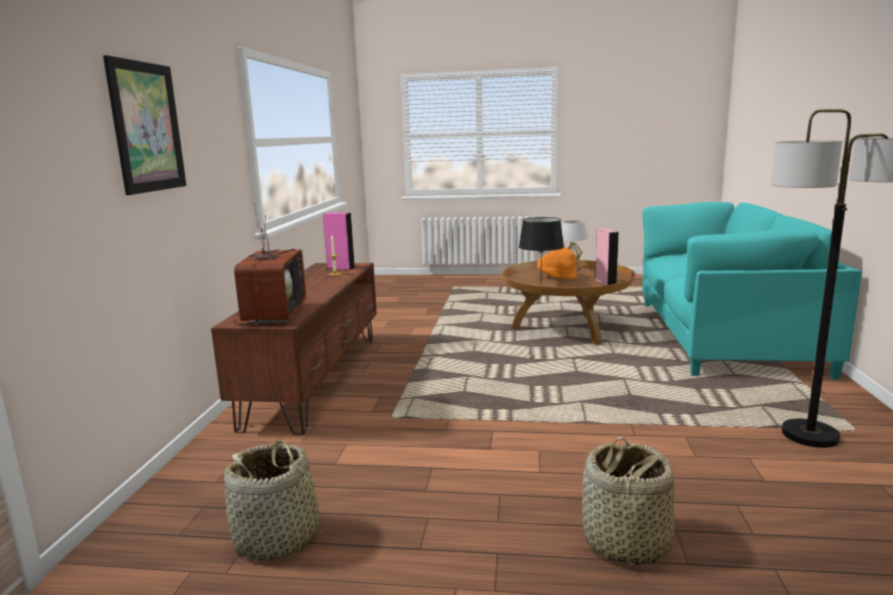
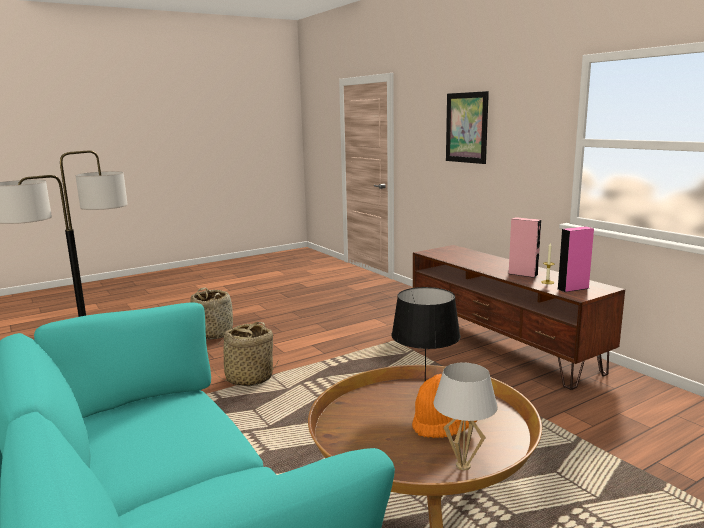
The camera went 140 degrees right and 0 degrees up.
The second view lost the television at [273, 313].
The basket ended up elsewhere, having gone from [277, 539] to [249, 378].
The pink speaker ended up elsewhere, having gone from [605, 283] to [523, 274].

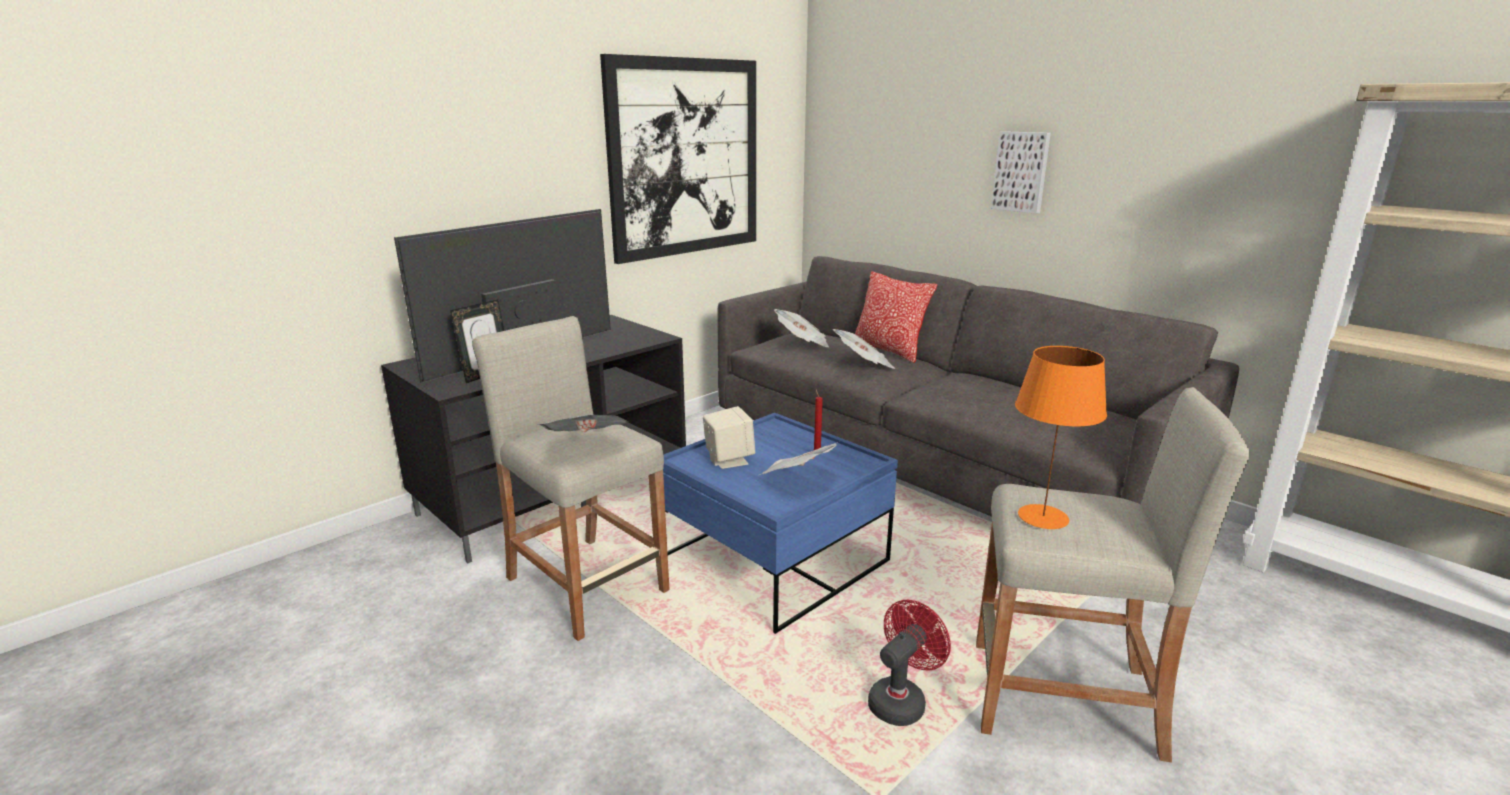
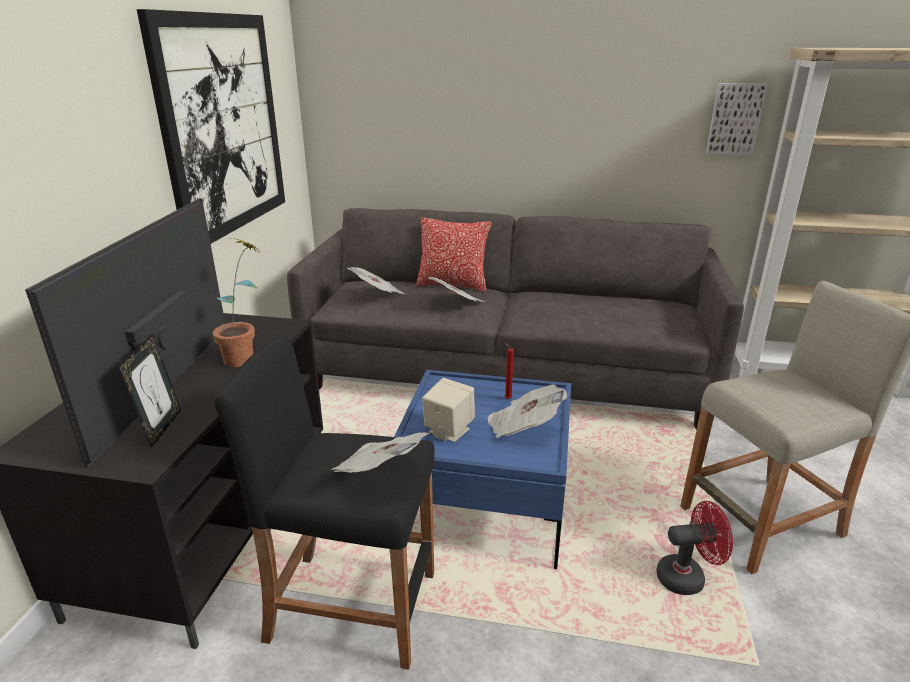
The camera went 35 degrees left and 5 degrees up.
The second view lost the orange table lamp at [1042, 516].
The second view gained the potted plant at [247, 357].
The picture ended up elsewhere, having gone from [1021, 171] to [735, 119].
What was the beige stool at [586, 585] turned into the black stool at [352, 606].
The red fan at [901, 700] ended up facing another way, 75 degrees clockwise from before.

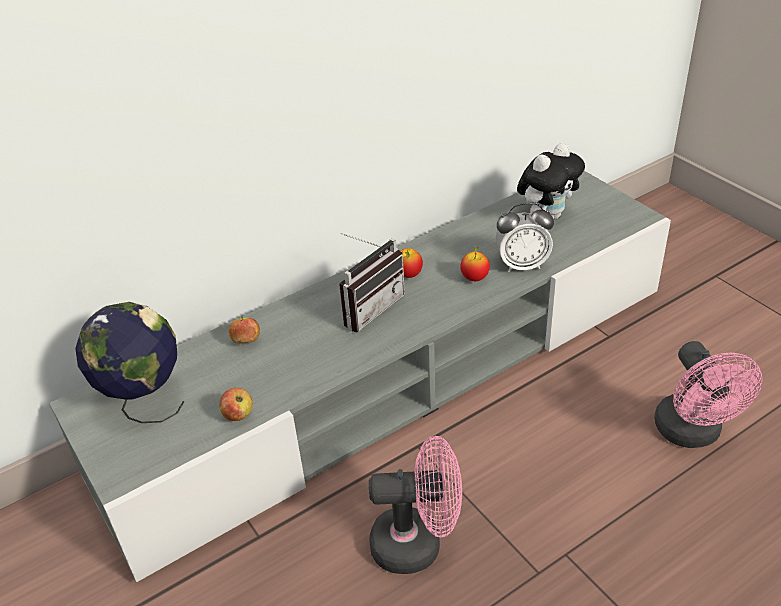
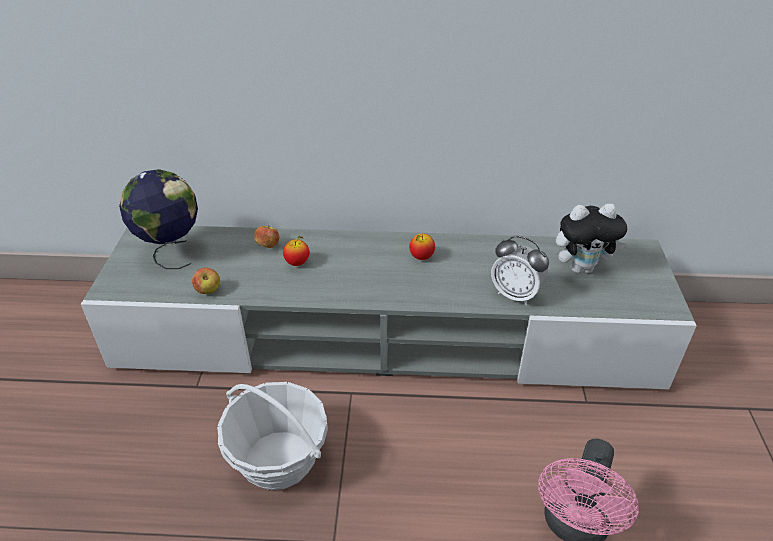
The camera went 35 degrees right and 0 degrees up.
The second view lost the radio at [368, 307].
The apple ended up elsewhere, having gone from [474, 278] to [297, 263].
Where the pink fan stood at [418, 543], the basket came to stand at [279, 460].

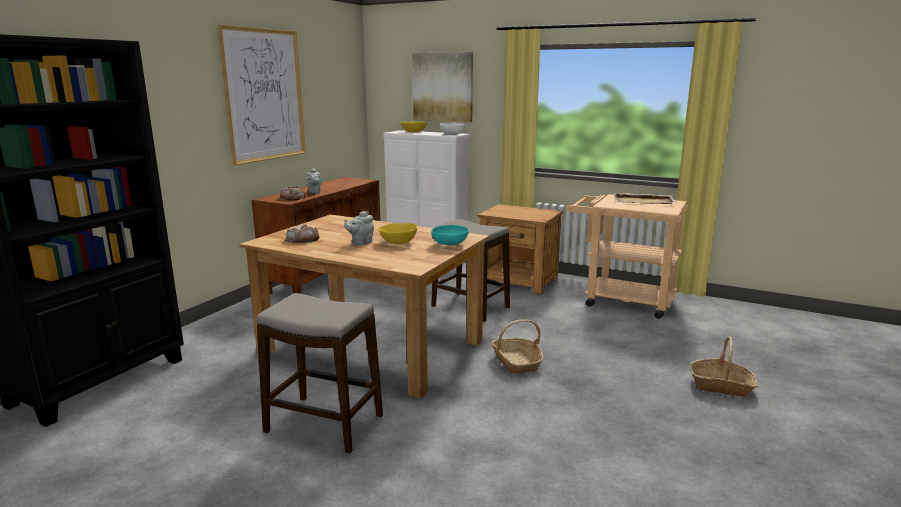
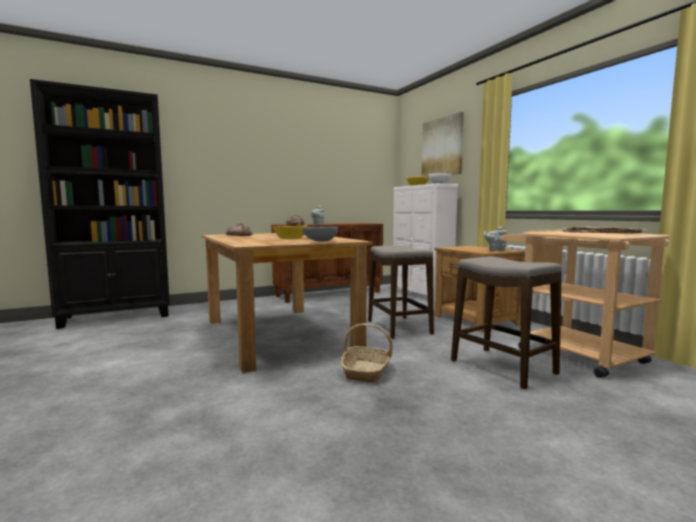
The camera went 35 degrees right and 10 degrees down.
The second view lost the picture at [264, 95].
The second view lost the basket at [721, 386].
The stool ended up elsewhere, having gone from [324, 424] to [502, 367].
The grey teapot ended up elsewhere, having gone from [361, 242] to [495, 250].
What was the turquoise bowl at [450, 245] turned into the grey bowl at [320, 241].

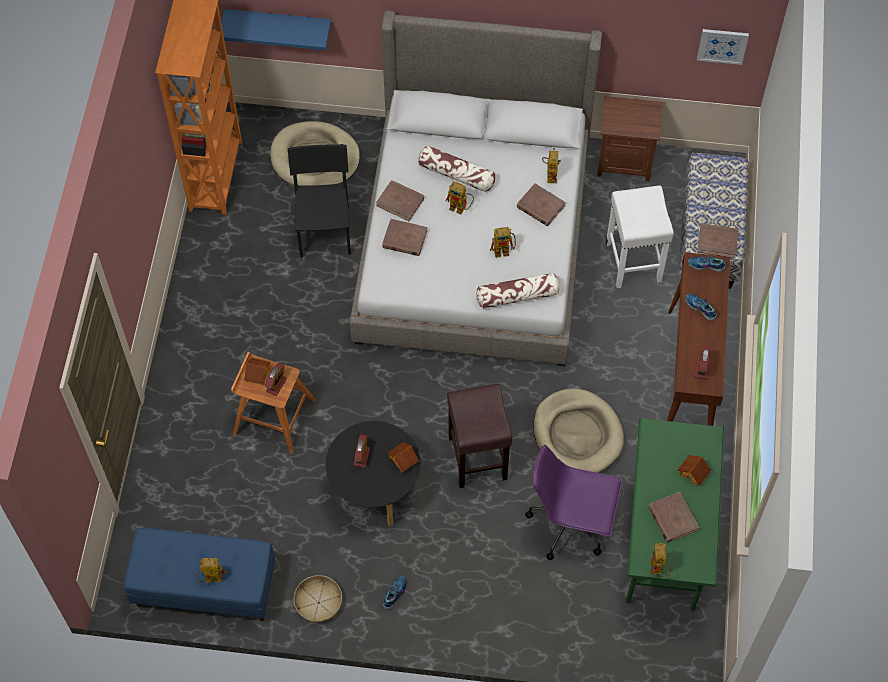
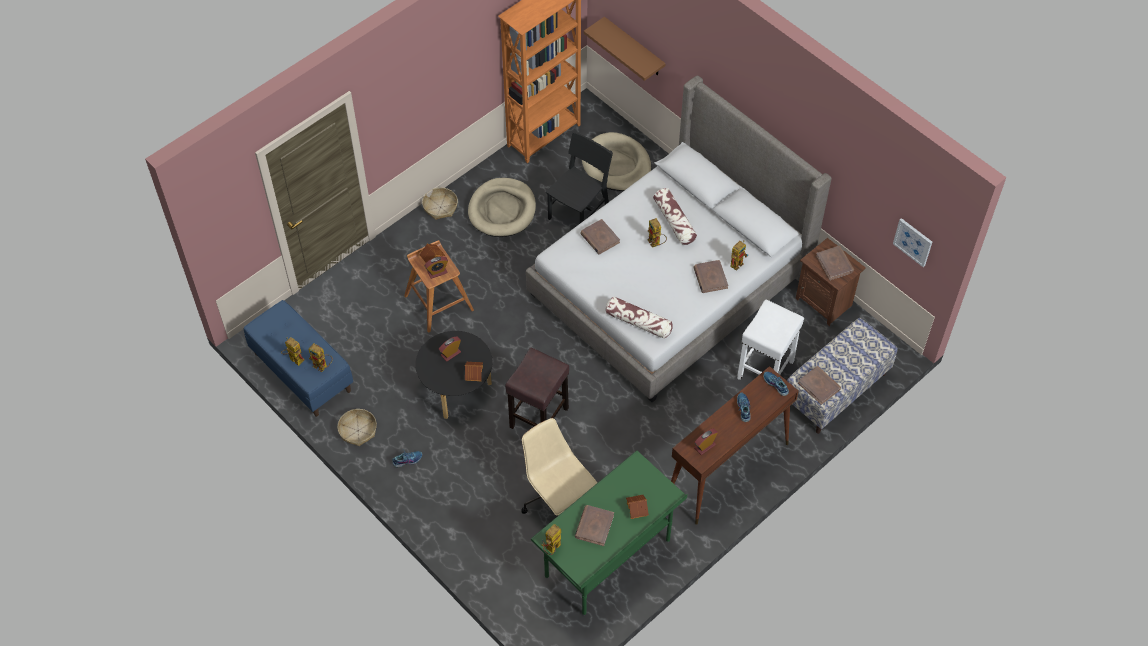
The camera went 40 degrees right and 5 degrees down.
The second view gained the basket at [440, 207].
The brown book ended up elsewhere, having gone from [400, 201] to [834, 264].
The toy robot ended up elsewhere, having gone from [504, 250] to [323, 366].
The beige dog bed ended up elsewhere, having gone from [577, 434] to [502, 210].
What was the blue shelf at [278, 23] turned into the brown shelf at [634, 48].
What was the purple office chair at [571, 524] turned into the beige office chair at [558, 502].

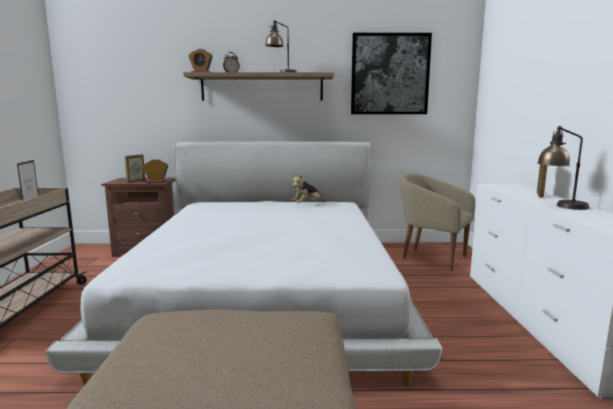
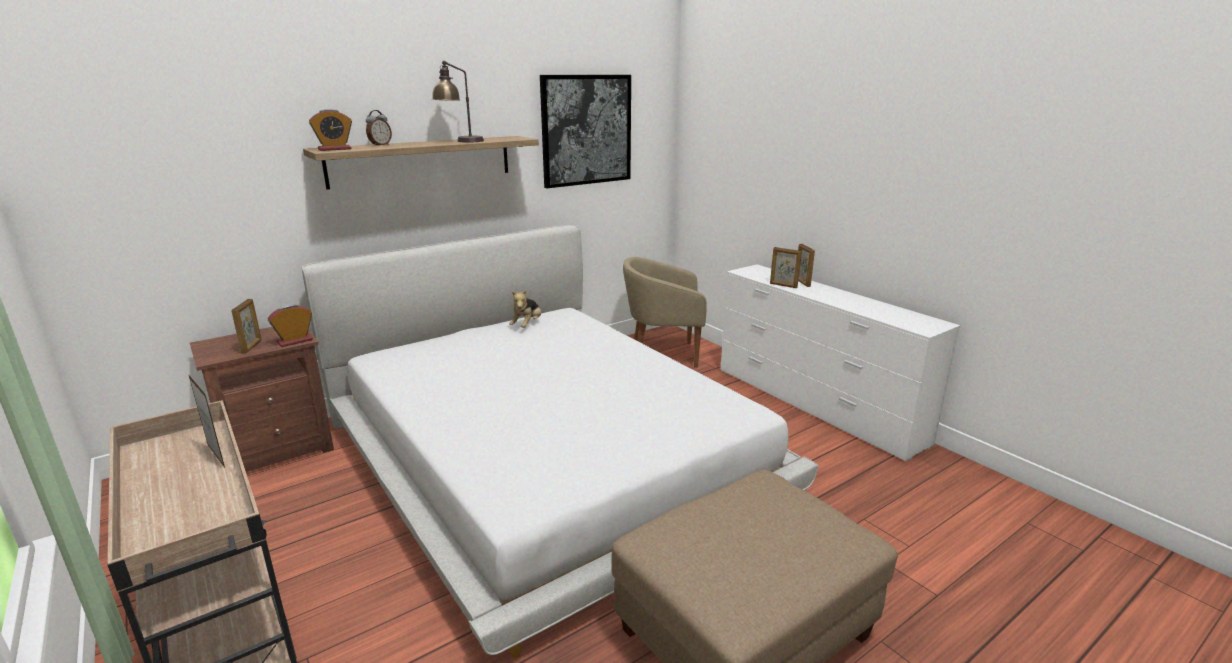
The camera went 35 degrees left and 10 degrees up.
The second view lost the table lamp at [560, 206].
The second view gained the picture frame at [783, 285].

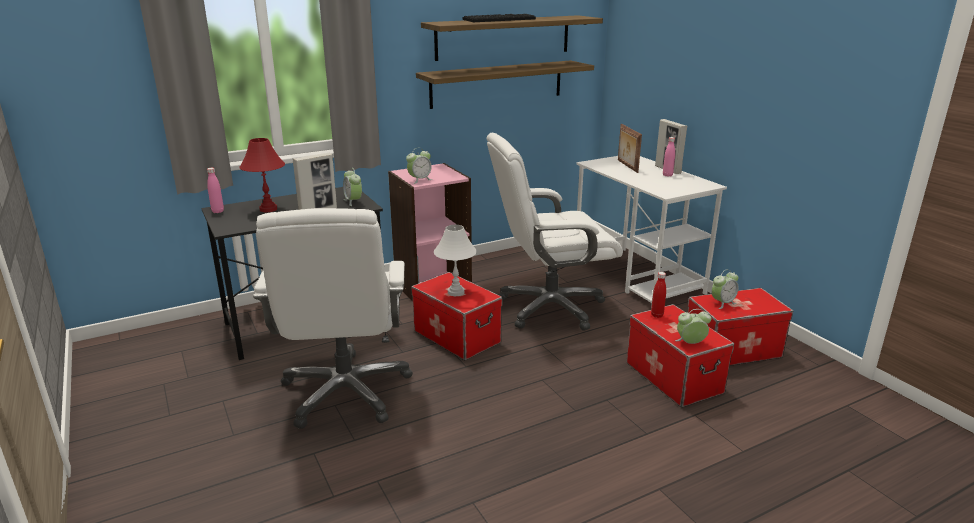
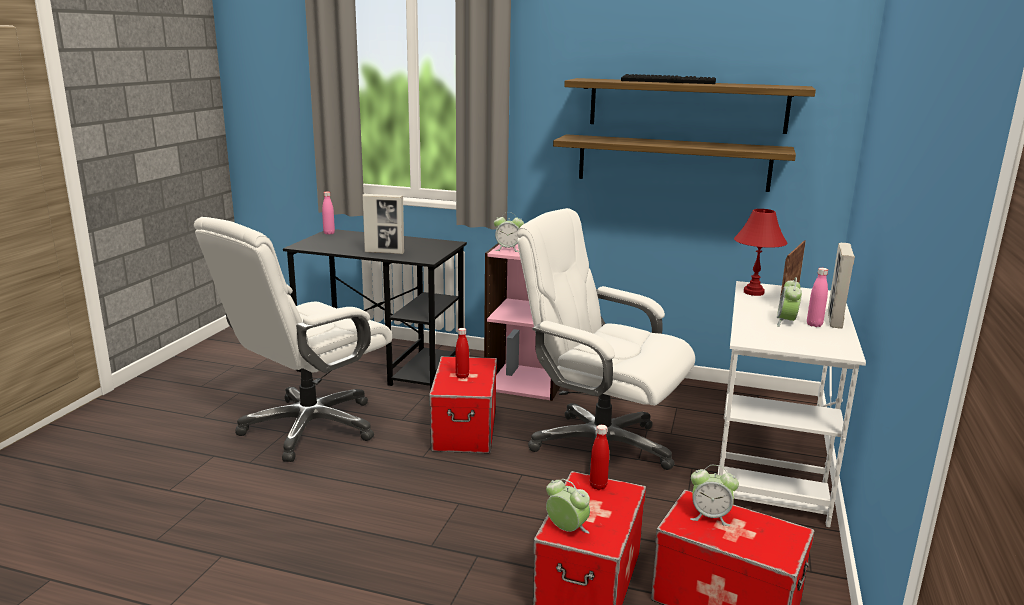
The camera went 45 degrees right and 5 degrees down.
The red table lamp ended up elsewhere, having gone from [268, 209] to [753, 292].
The alarm clock ended up elsewhere, having gone from [353, 201] to [786, 322].
Where the white table lamp stood at [456, 292], the red bottle came to stand at [462, 376].

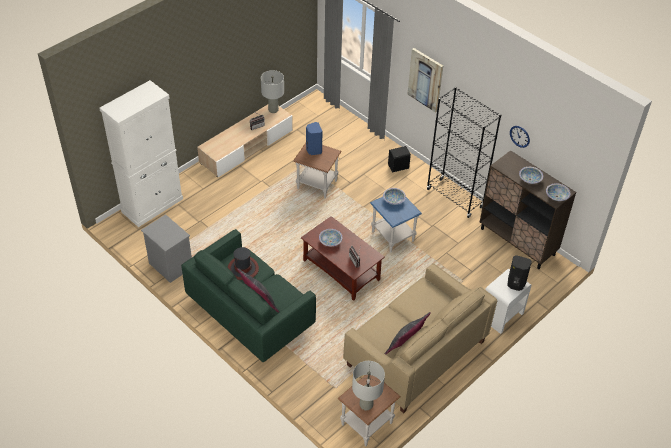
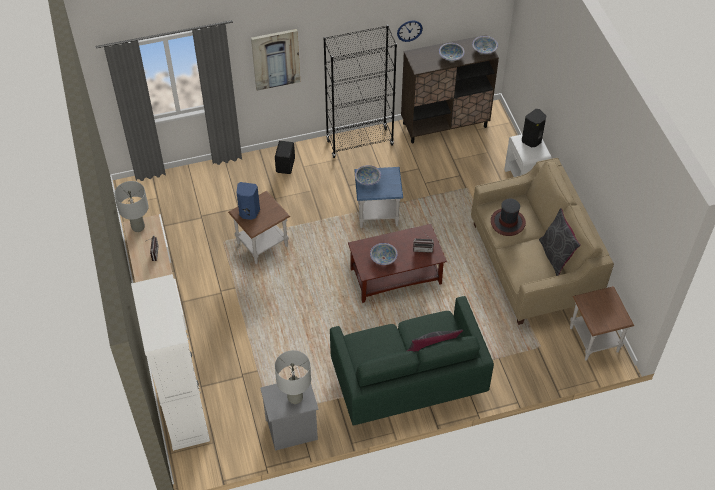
The camera went 60 degrees left and 5 degrees up.
The hat ended up elsewhere, having gone from [242, 269] to [507, 222].
The grey table lamp ended up elsewhere, having gone from [366, 405] to [295, 398].

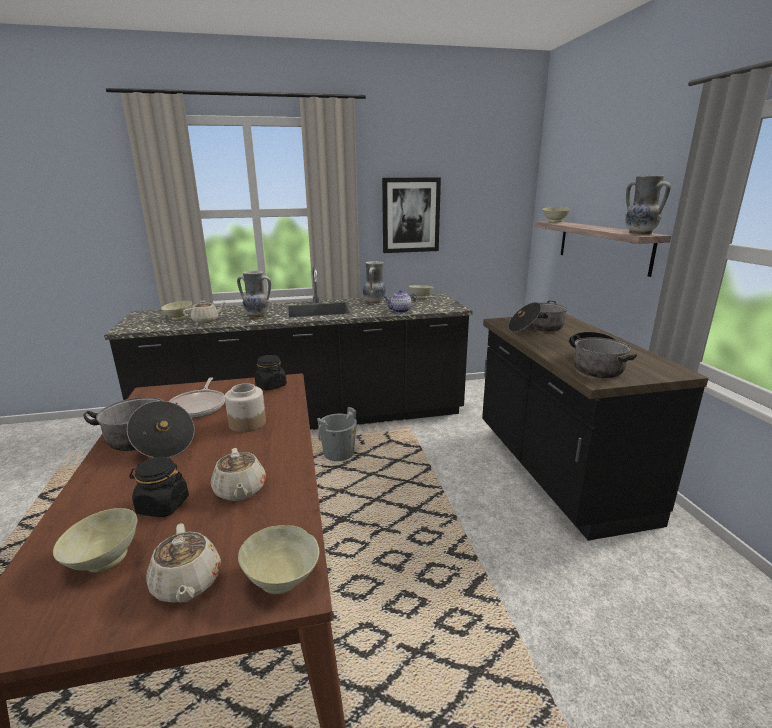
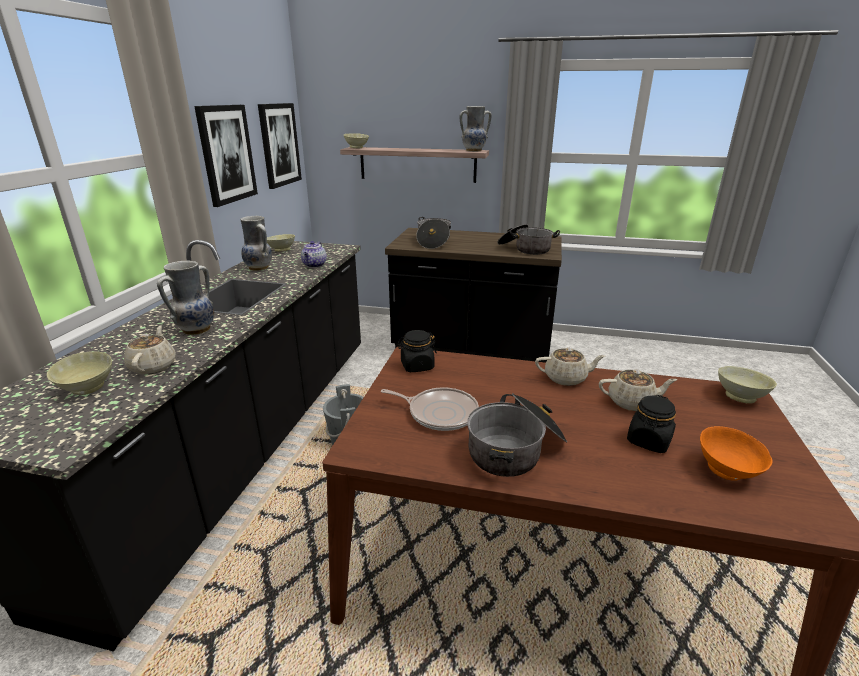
The camera went 65 degrees left and 5 degrees up.
The second view lost the jar at [248, 423].
The second view gained the picture at [279, 145].
The beige teapot ended up elsewhere, having gone from [187, 584] to [566, 378].
What was the beige bowl at [103, 560] turned into the orange bowl at [726, 471].

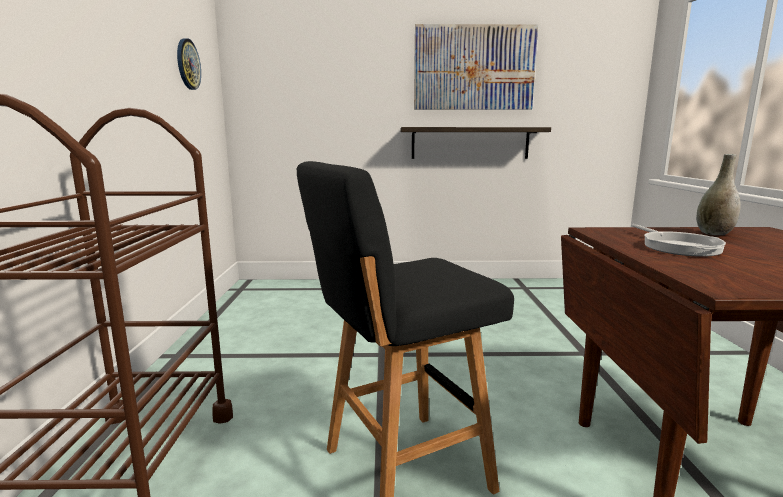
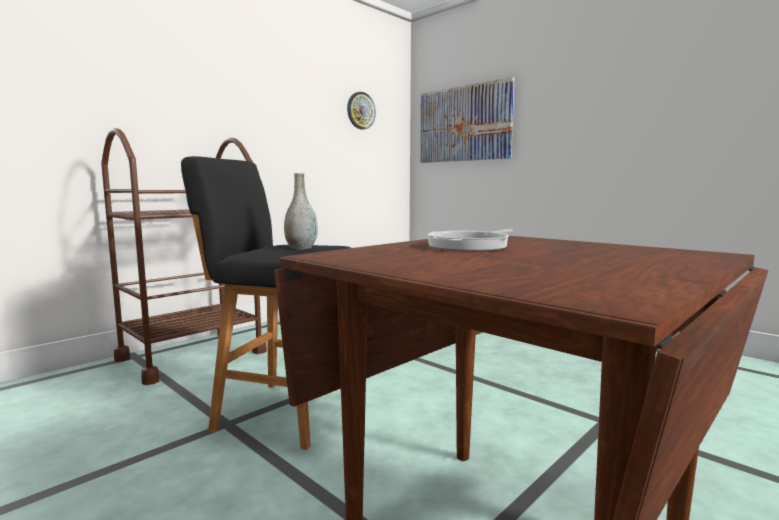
The camera went 45 degrees right and 5 degrees down.
The second view lost the shelf at [470, 143].
The picture ended up elsewhere, having gone from [474, 68] to [464, 124].
The grey vase ended up elsewhere, having gone from [714, 233] to [301, 248].

